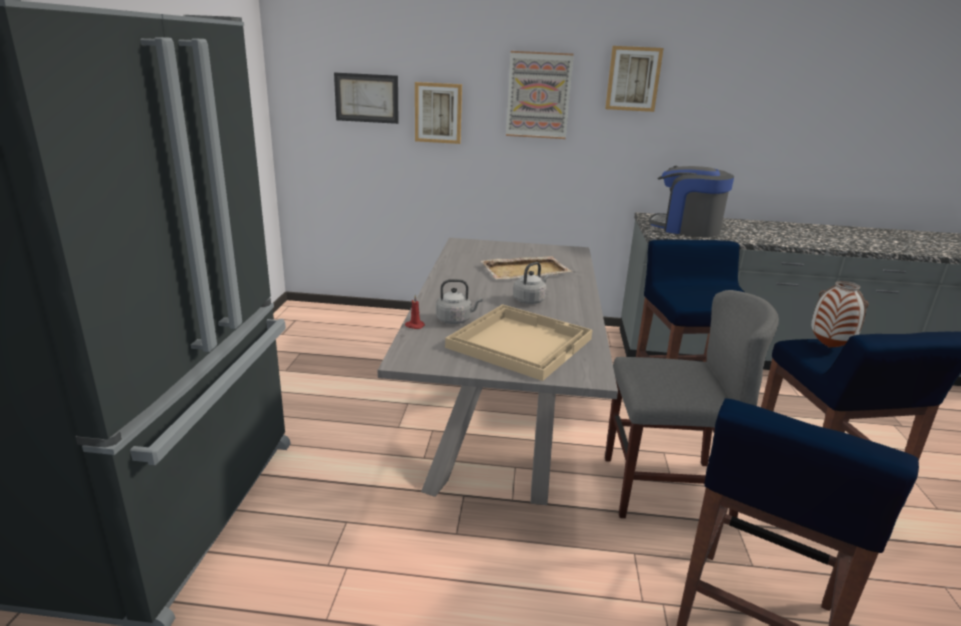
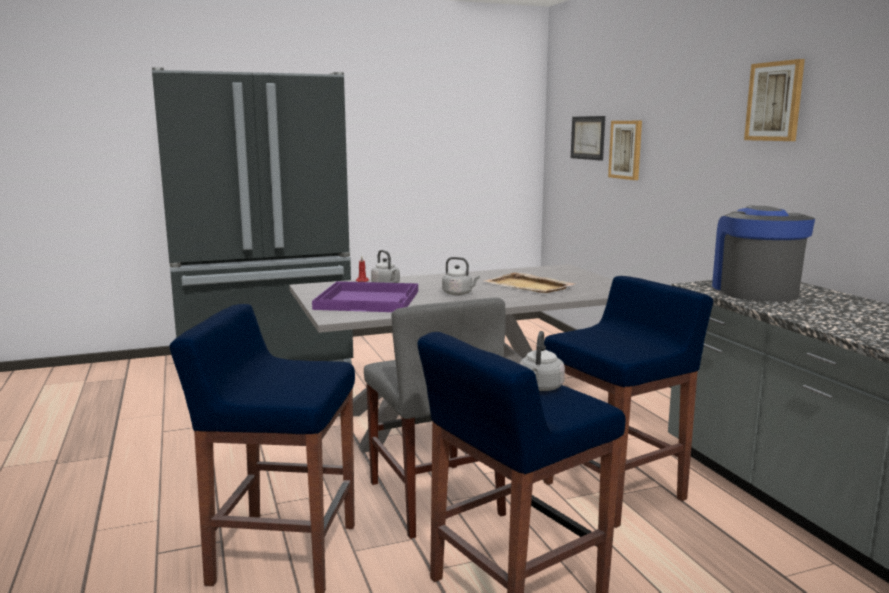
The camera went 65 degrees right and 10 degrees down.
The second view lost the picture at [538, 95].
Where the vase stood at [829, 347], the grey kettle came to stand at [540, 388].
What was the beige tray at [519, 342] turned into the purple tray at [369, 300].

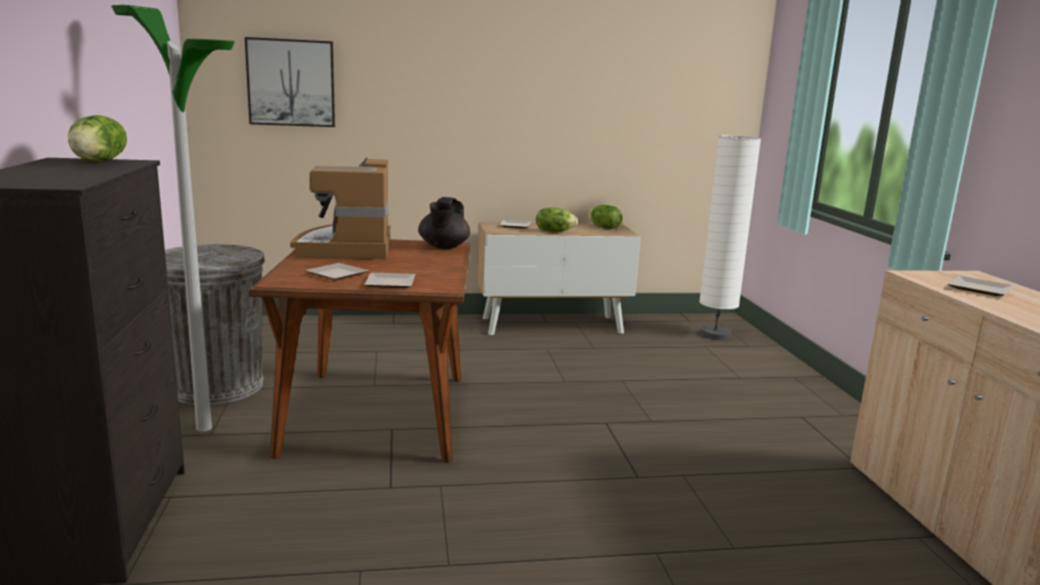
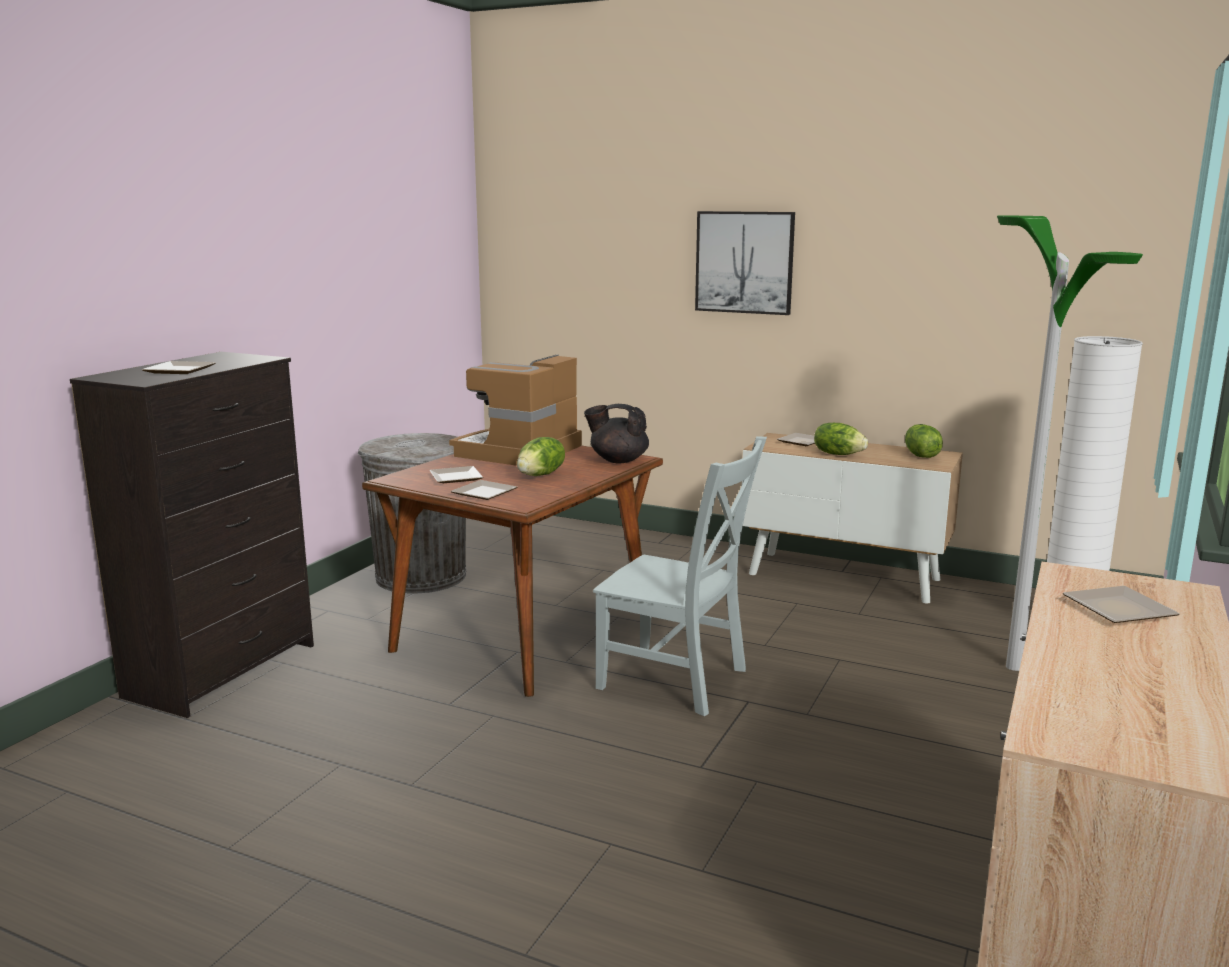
The camera went 35 degrees right and 0 degrees up.
The second view gained the plate at [177, 371].
The second view gained the grey chair at [678, 681].
The lettuce ended up elsewhere, having gone from [99, 161] to [541, 475].
The floor lamp ended up elsewhere, having gone from [203, 428] to [1013, 667].
The picture ended up elsewhere, having gone from [291, 83] to [744, 262].
The black teapot at [443, 247] ended up facing another way, 60 degrees clockwise from before.

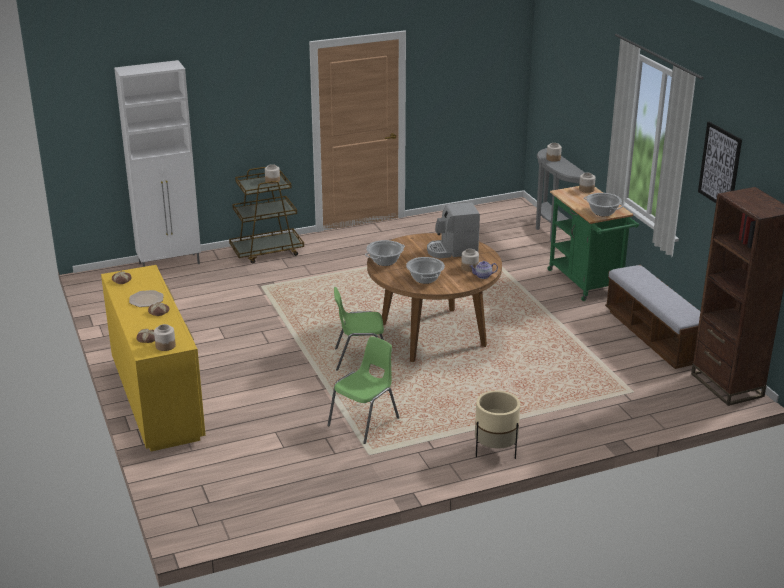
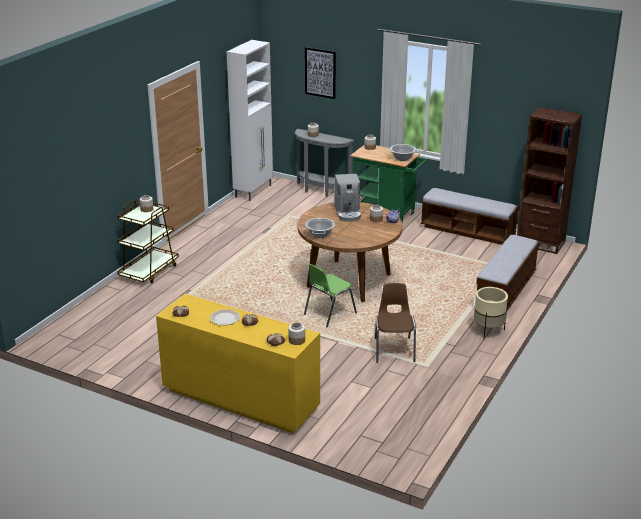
The camera went 40 degrees left and 0 degrees up.
The second view lost the cooking pot at [425, 279].
The second view gained the bench at [505, 291].
The white cabinet ended up elsewhere, having gone from [170, 263] to [254, 191].
The picture ended up elsewhere, having gone from [720, 166] to [320, 72].
What was the green chair at [365, 422] turned into the brown chair at [394, 349].
The coffee machine at [452, 250] ended up facing another way, 45 degrees counterclockwise from before.

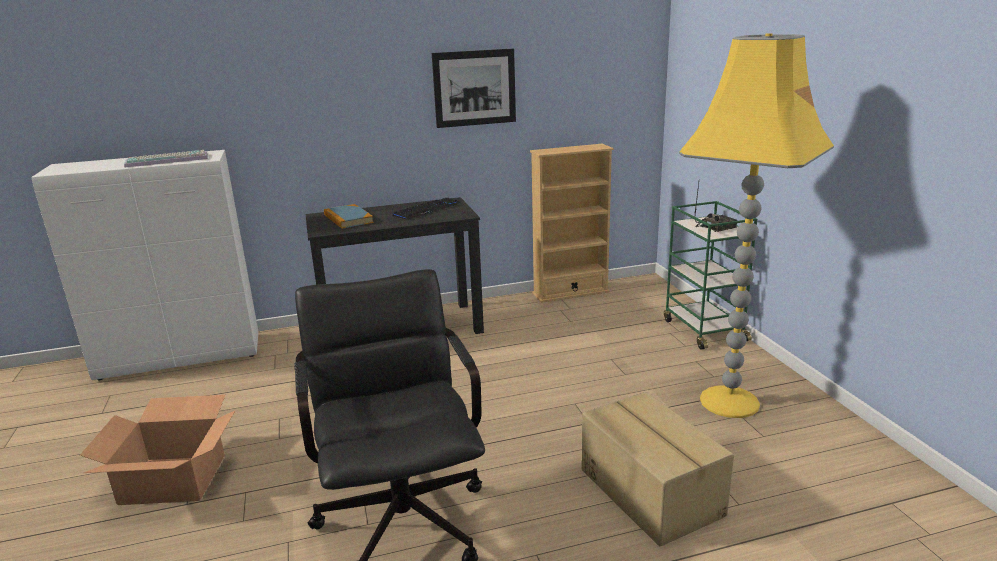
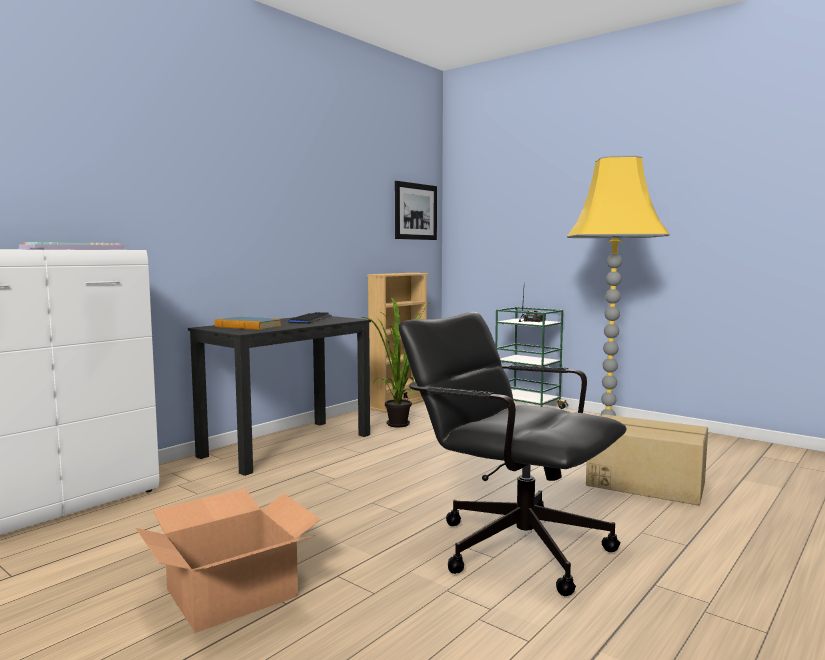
The camera went 35 degrees left and 15 degrees down.
The second view gained the potted plant at [400, 423].
The picture ended up elsewhere, having gone from [474, 88] to [415, 211].

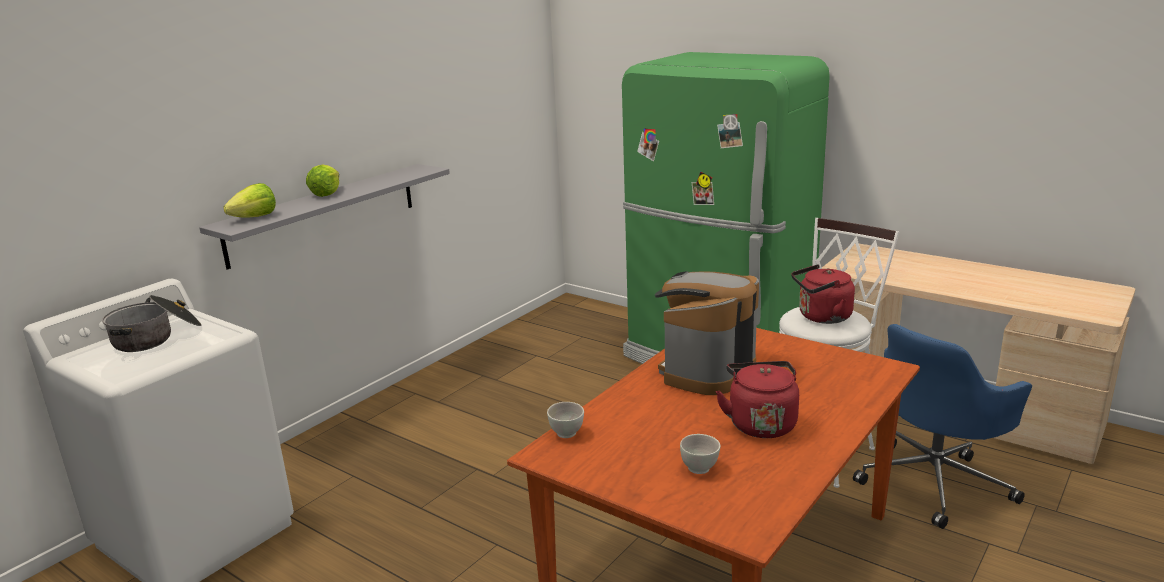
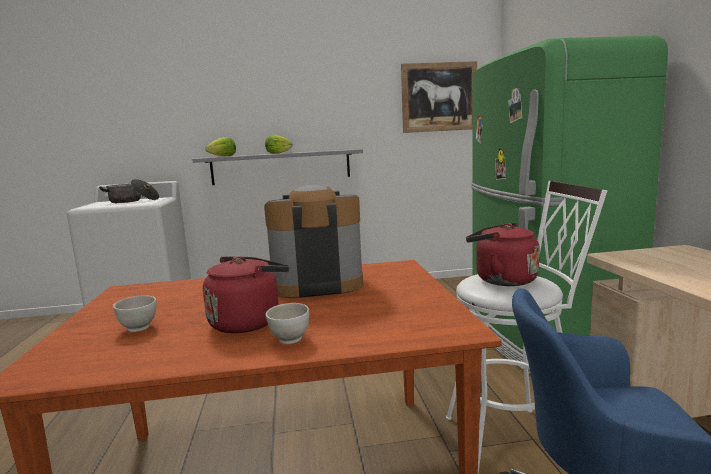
The camera went 45 degrees right and 10 degrees down.
The second view gained the picture at [439, 97].
The white bowl ended up elsewhere, having gone from [566, 434] to [289, 340].

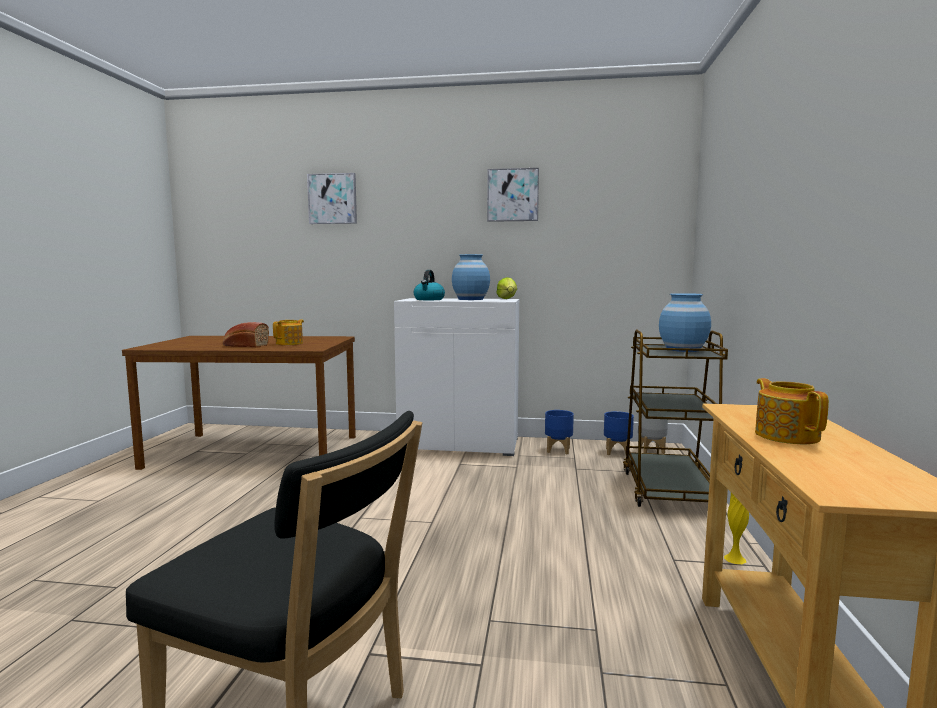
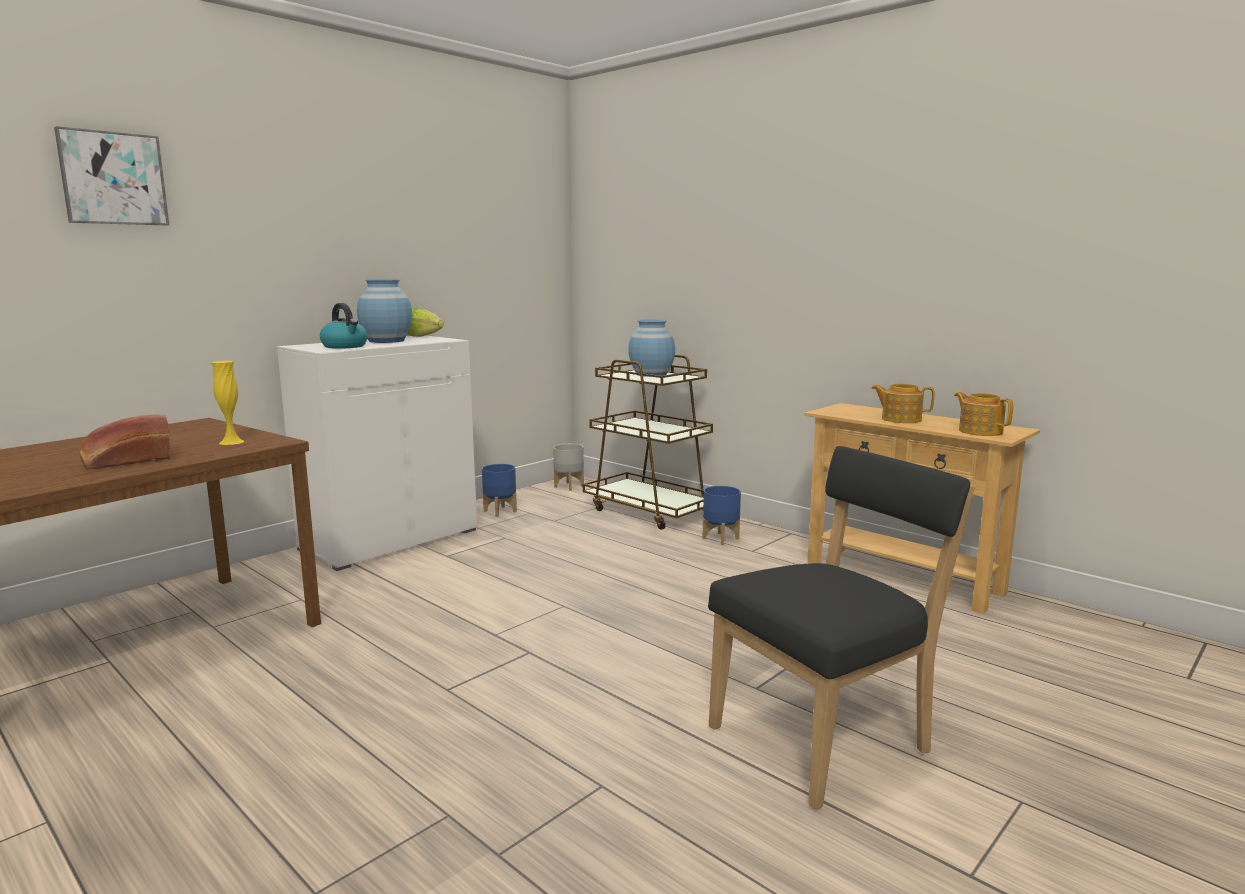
The camera went 55 degrees left and 5 degrees up.
The second view lost the picture at [513, 195].
The teapot ended up elsewhere, having gone from [290, 343] to [980, 431].
The blue planter ended up elsewhere, having gone from [617, 452] to [721, 539].
The yellow vase ended up elsewhere, having gone from [735, 559] to [231, 442].

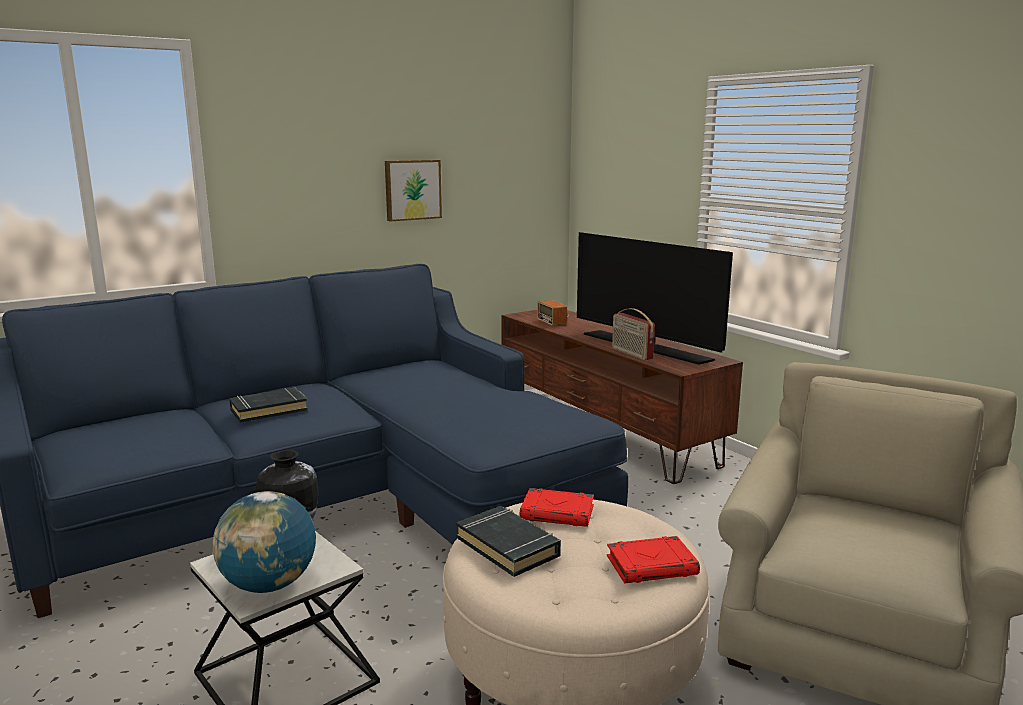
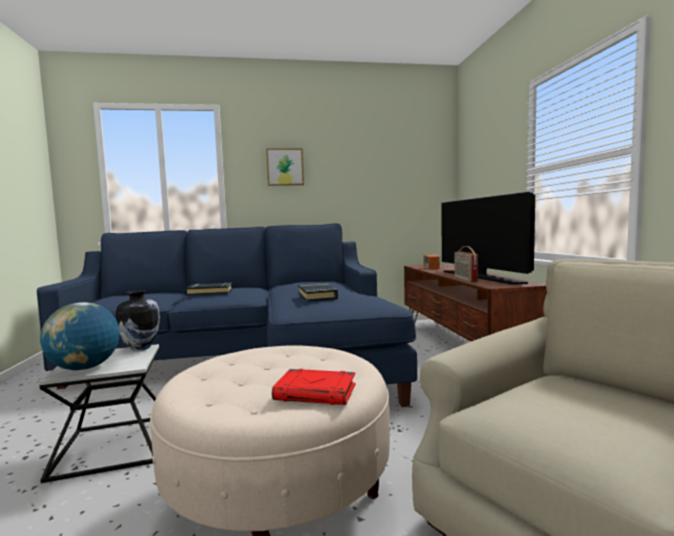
The camera went 25 degrees right and 10 degrees down.
The second view lost the red book at [558, 513].
The picture ended up elsewhere, having gone from [412, 189] to [285, 167].
The black book ended up elsewhere, having gone from [508, 546] to [317, 296].

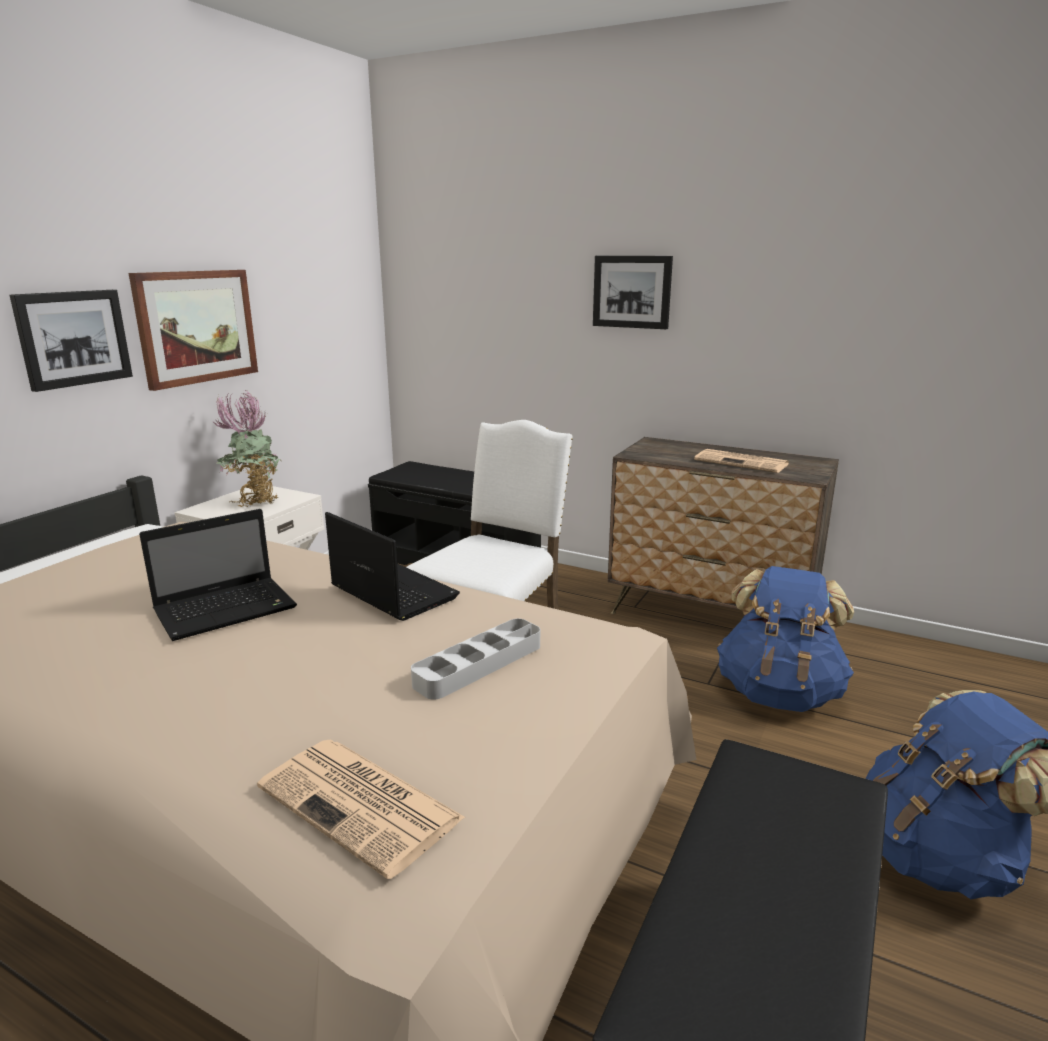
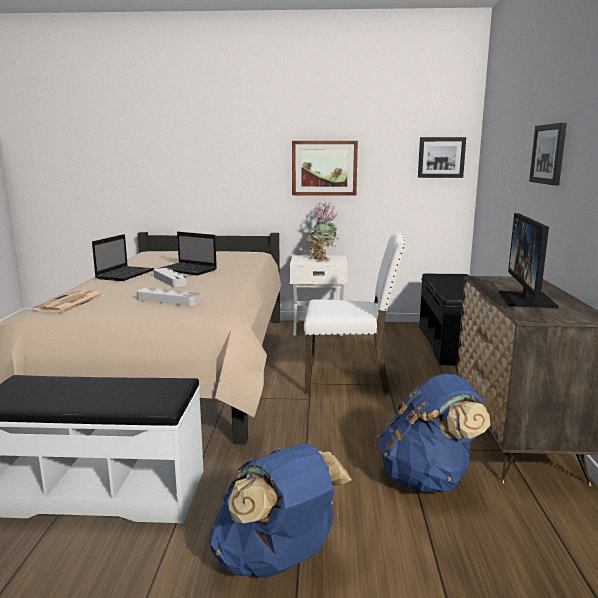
The camera went 65 degrees right and 5 degrees down.
The second view gained the grey tray at [170, 280].
The picture ended up elsewhere, having gone from [73, 338] to [441, 157].
The laptop ended up elsewhere, having gone from [391, 592] to [125, 274].
Where the newspaper stood at [742, 462], the monitor came to stand at [527, 300].

